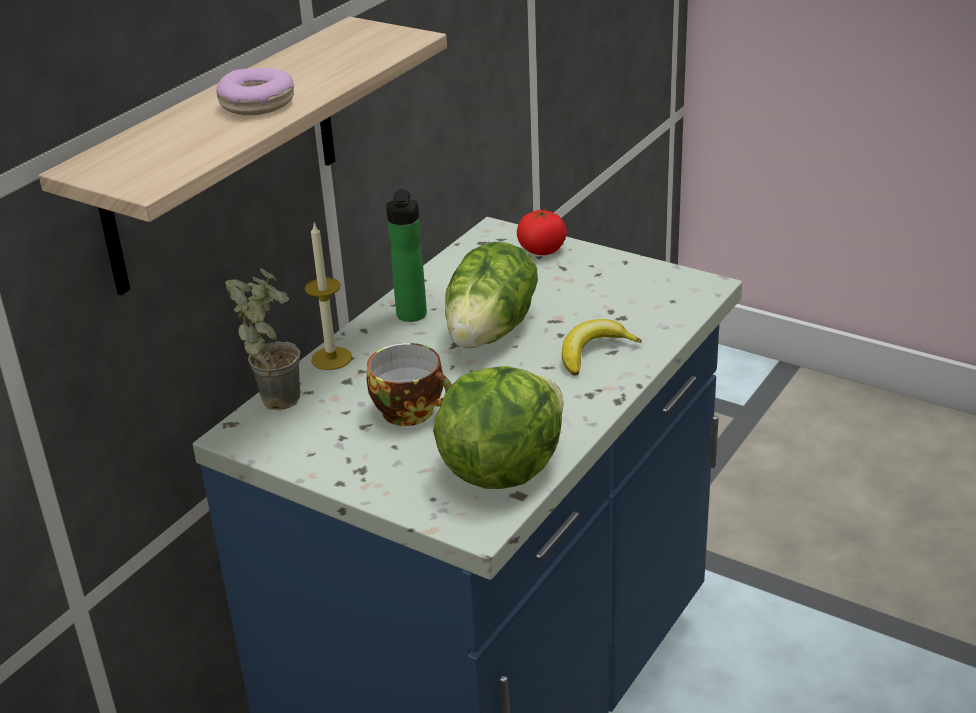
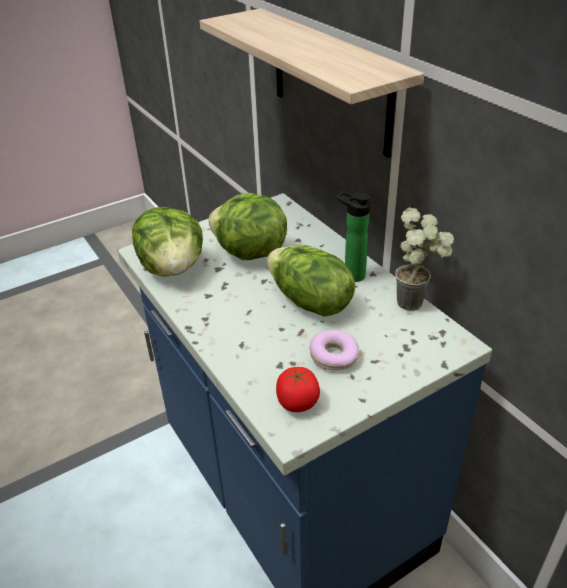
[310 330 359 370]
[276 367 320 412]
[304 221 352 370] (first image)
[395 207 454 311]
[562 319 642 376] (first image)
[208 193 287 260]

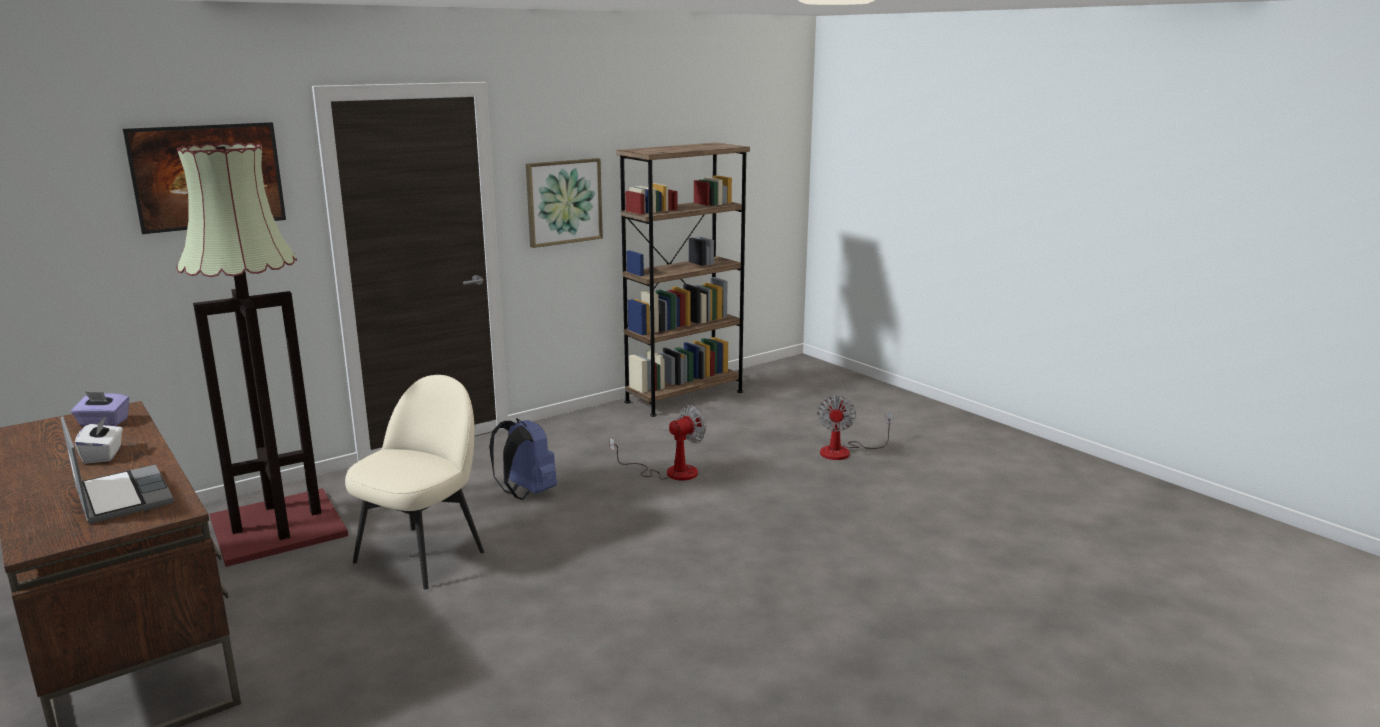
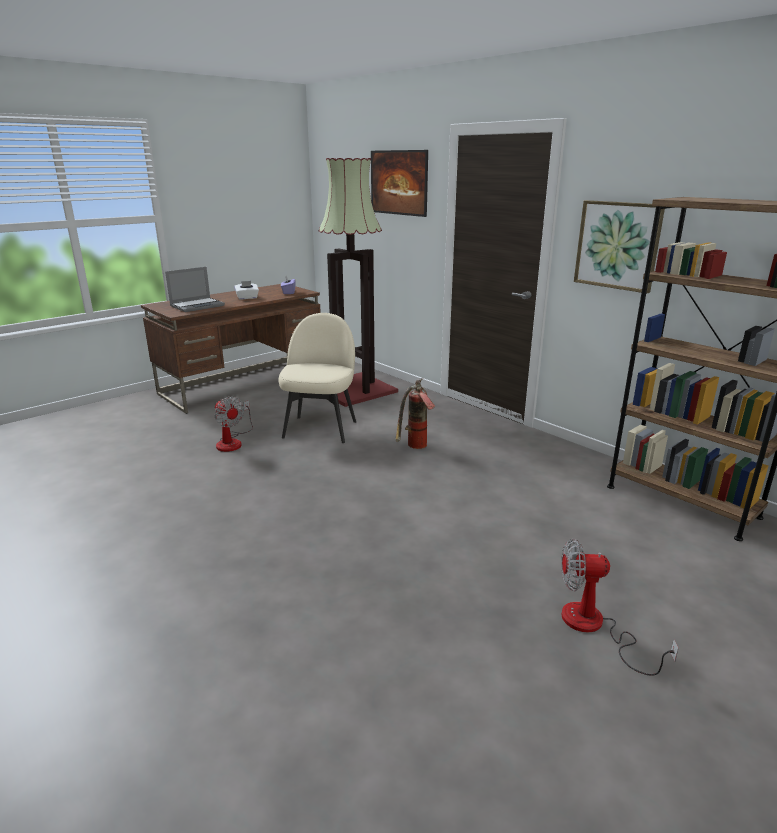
[278 313 356 443]
[215 397 253 452]
[396 378 435 449]

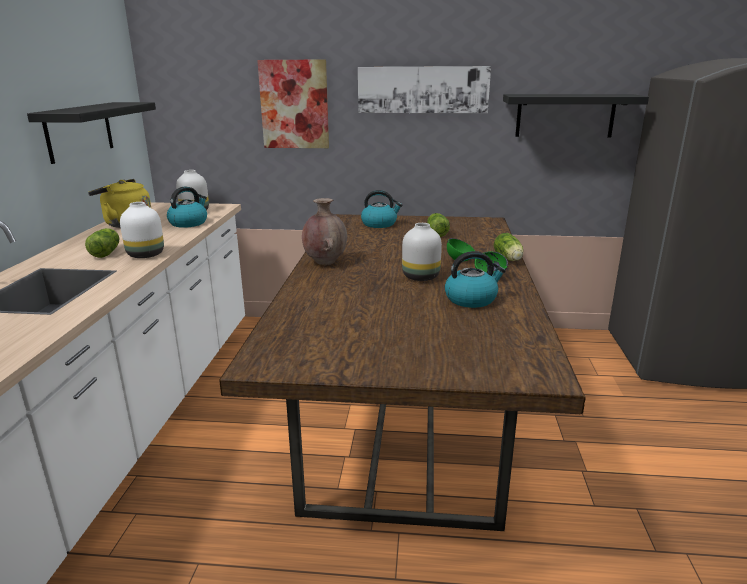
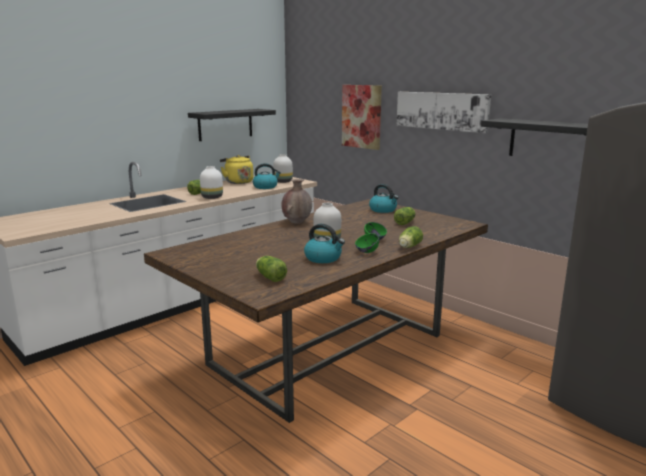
[256 256 287 282]

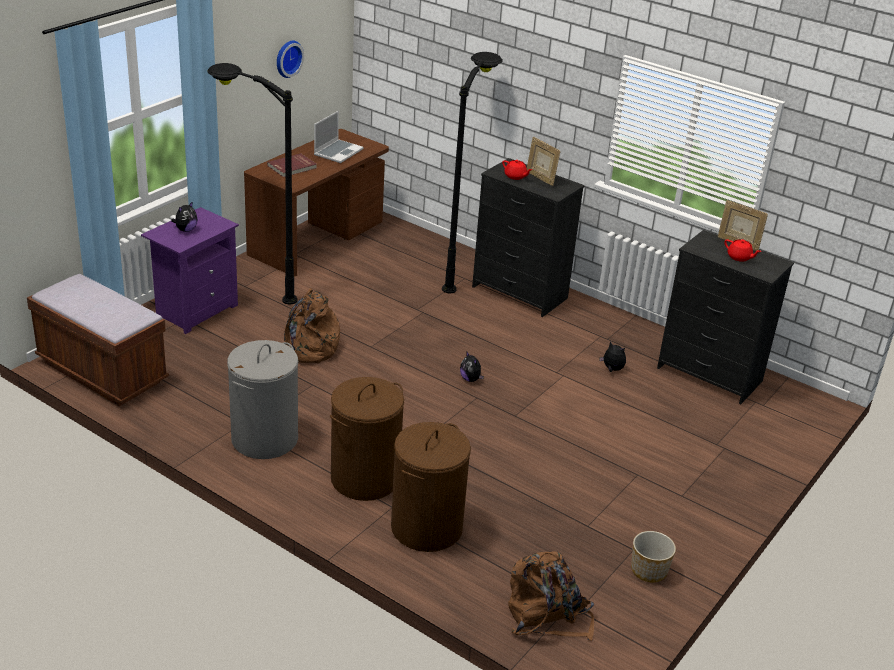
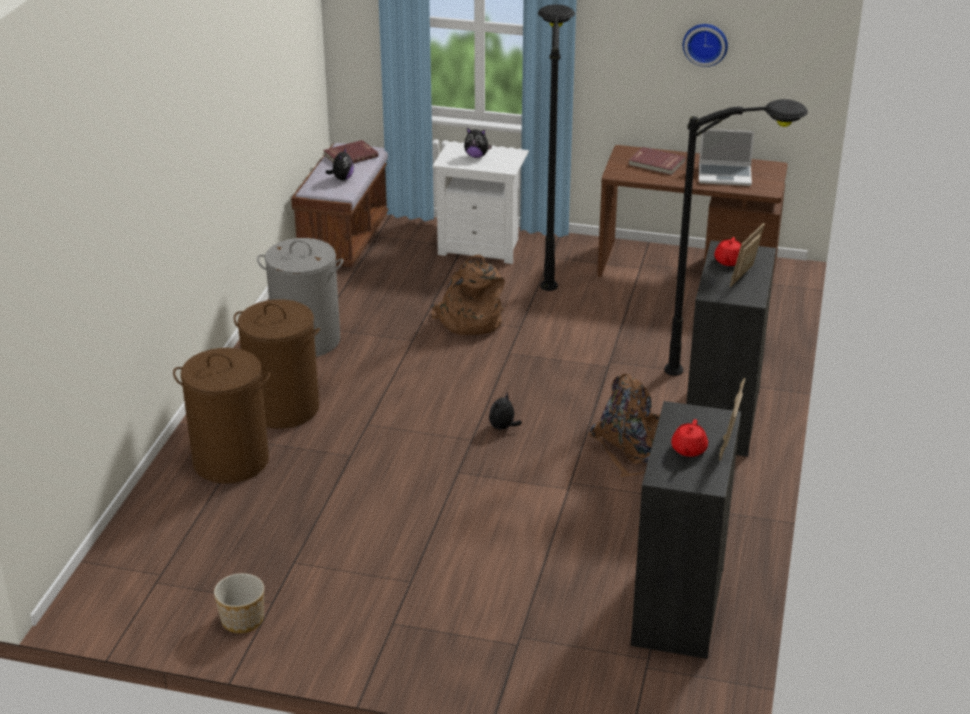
[432 142 529 264]
[326 148 354 181]
[589 374 660 477]
[323 140 378 163]

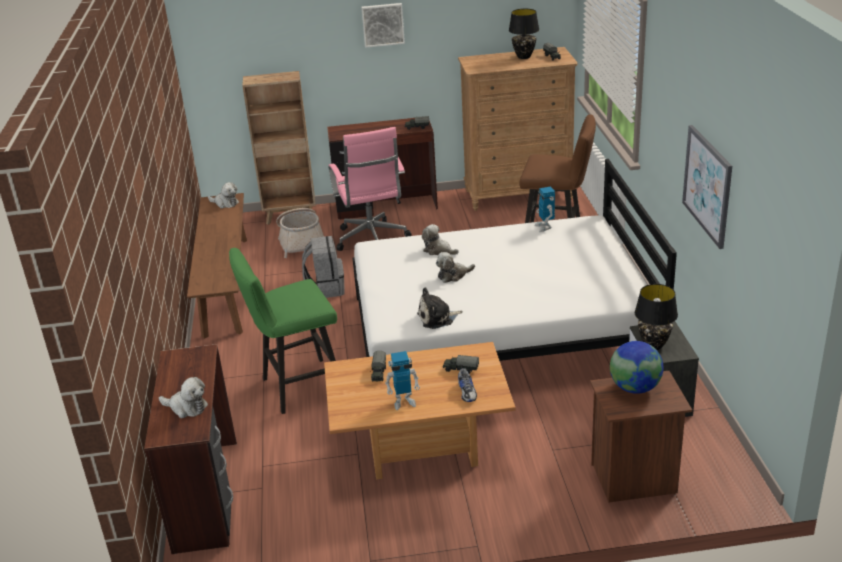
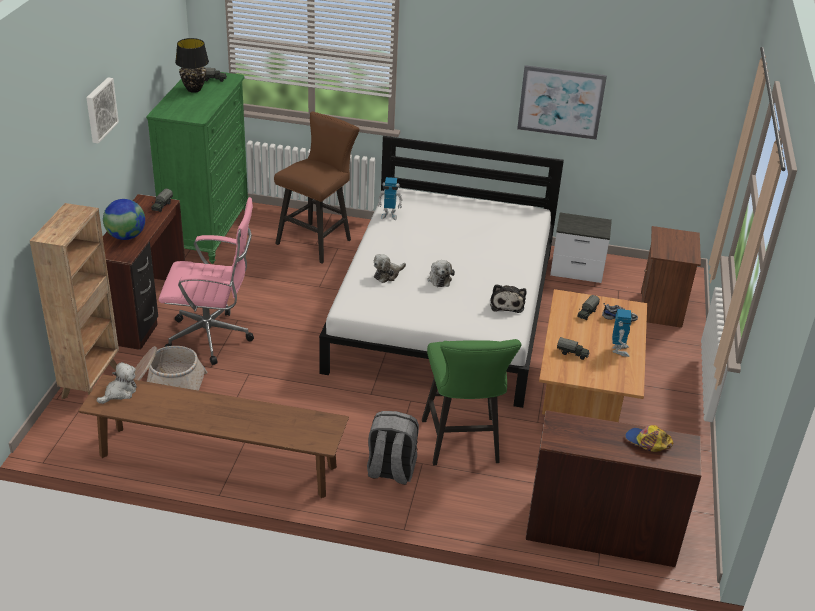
[146 72 248 264]
[367 411 419 485]
[635 284 678 350] (first image)
[103 199 145 240]
[625 425 673 452]

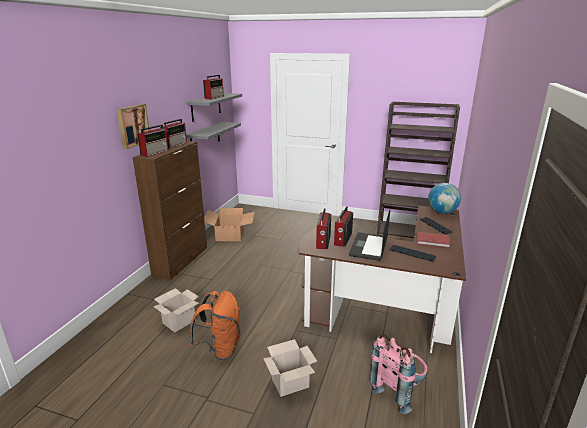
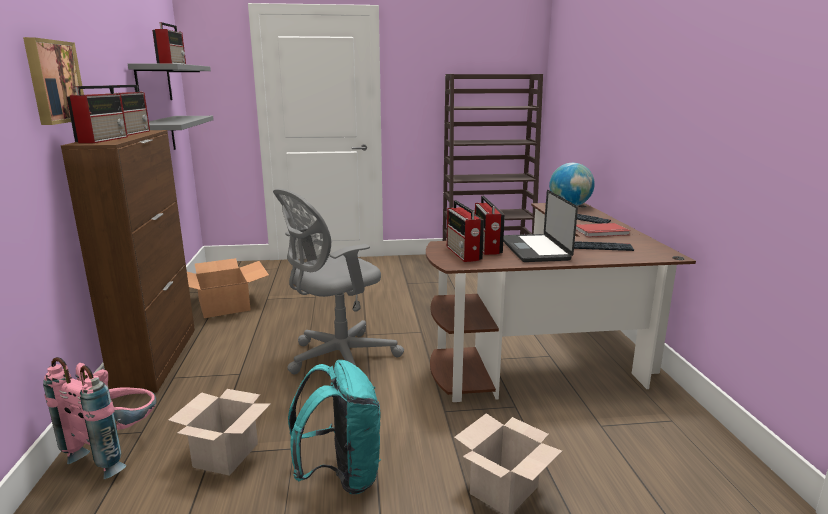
[288 360 381 495]
[43 357 157 480]
[273 188 404 374]

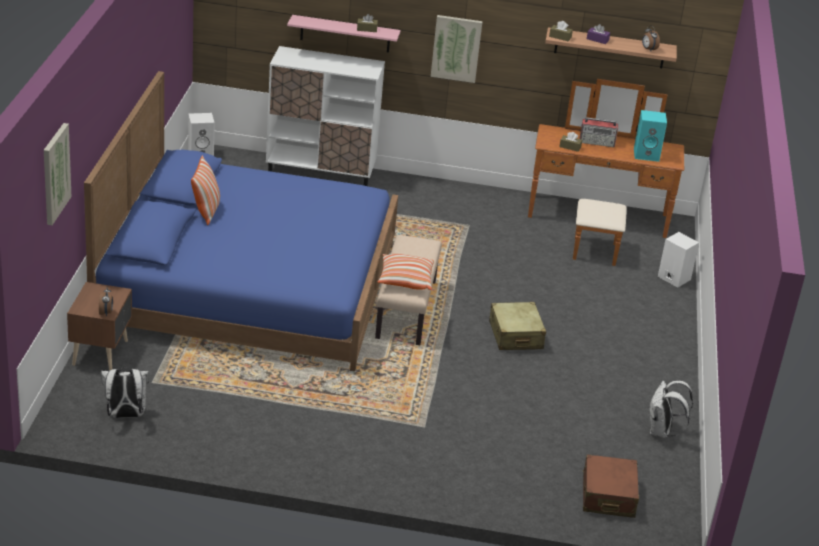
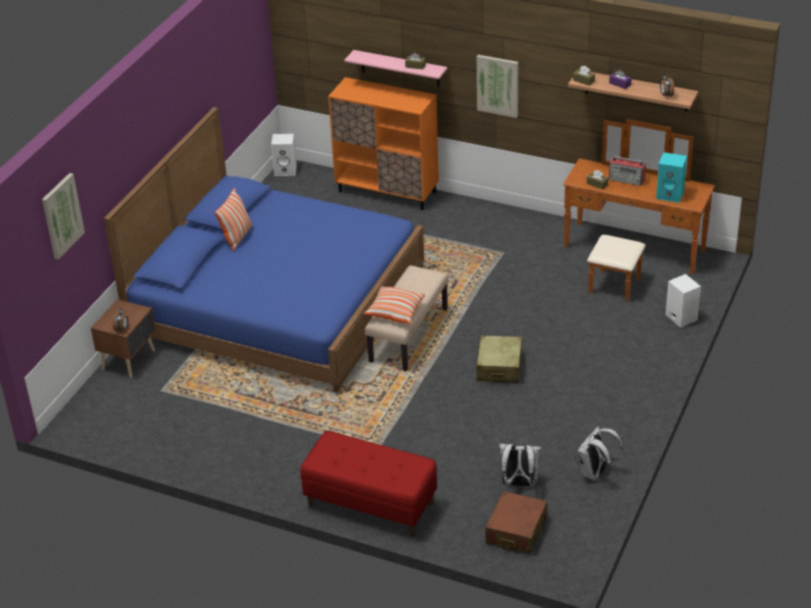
[328 77 439 210]
[499 442 542 486]
[300 431 437 537]

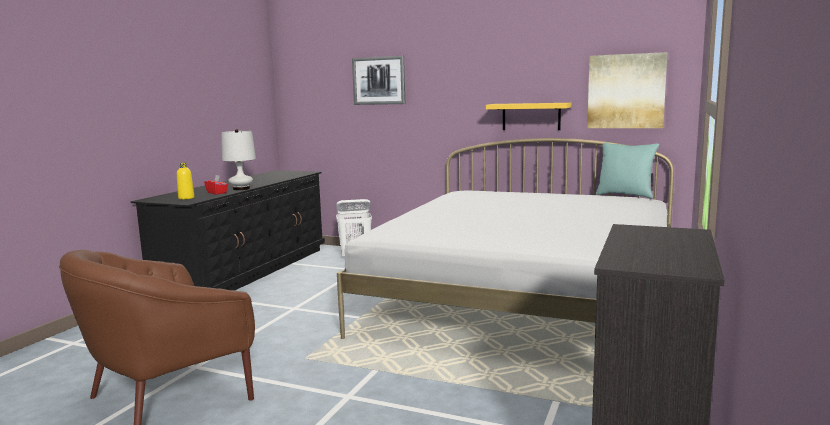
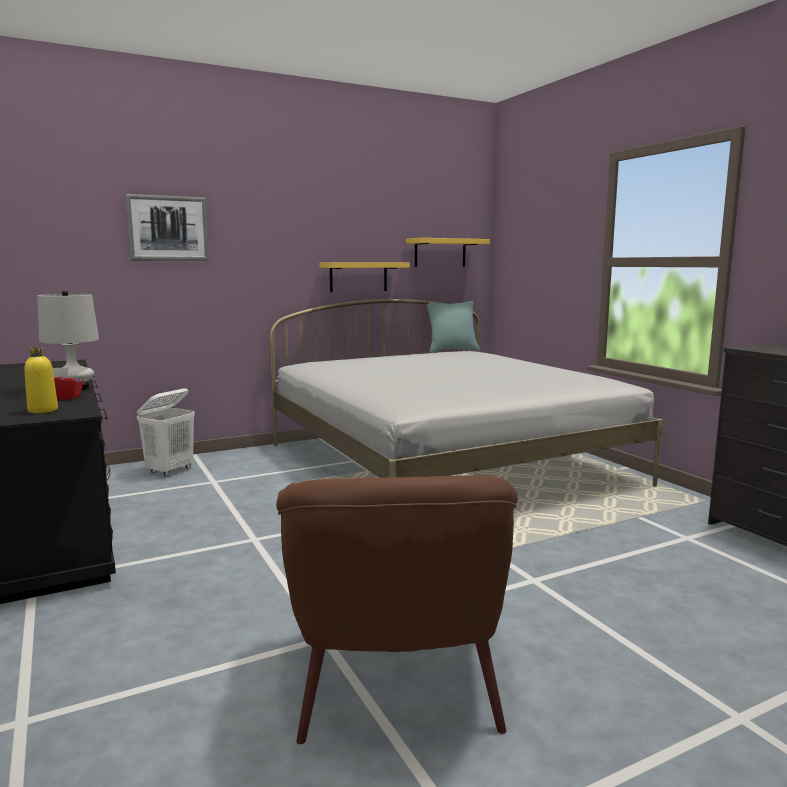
[406 238 490 267]

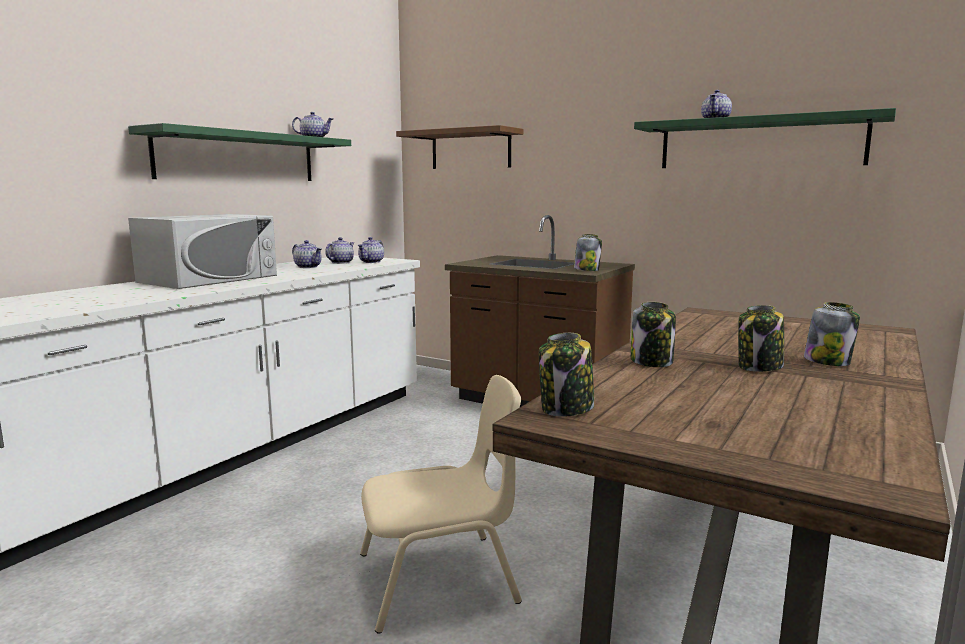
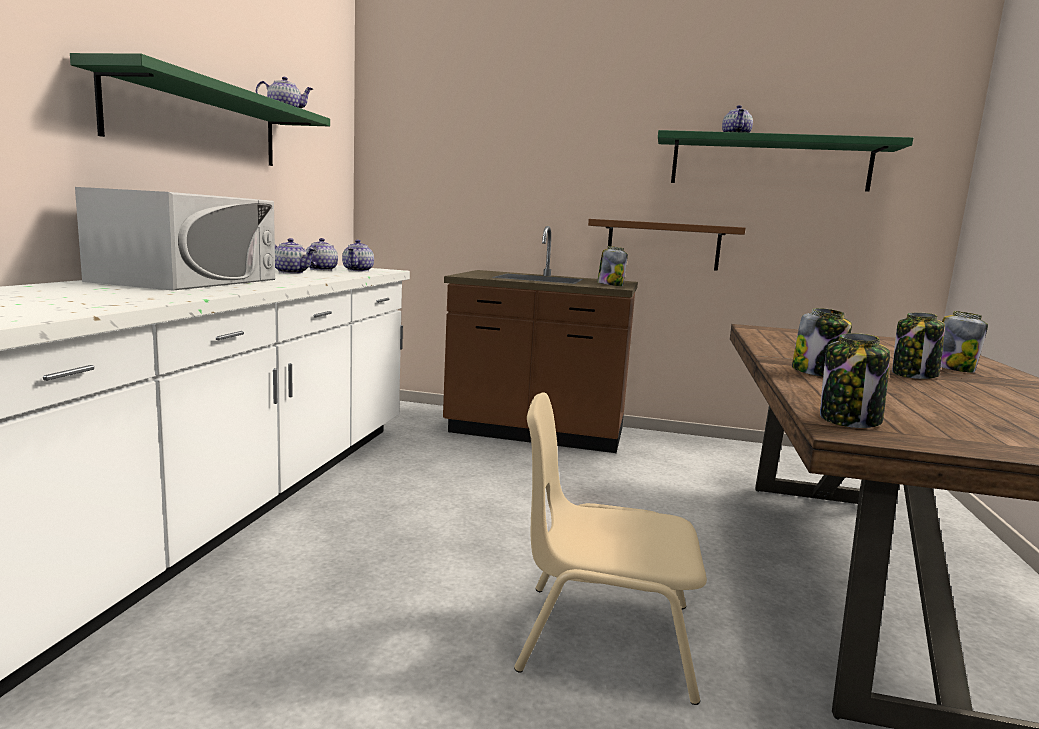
[588 219 745 271]
[514 392 707 705]

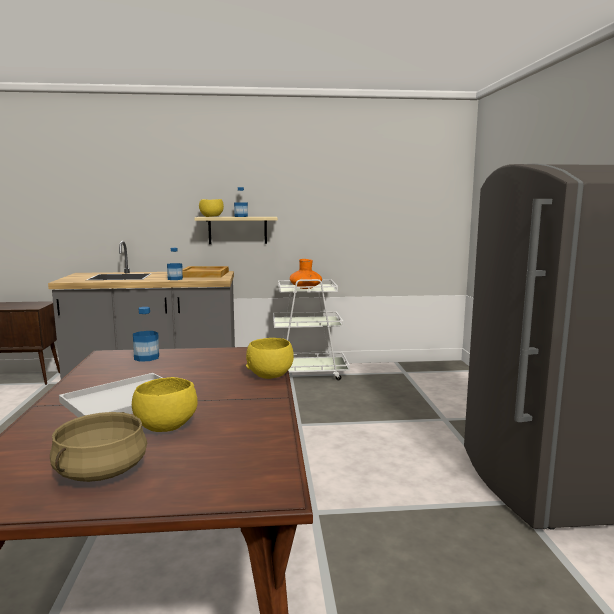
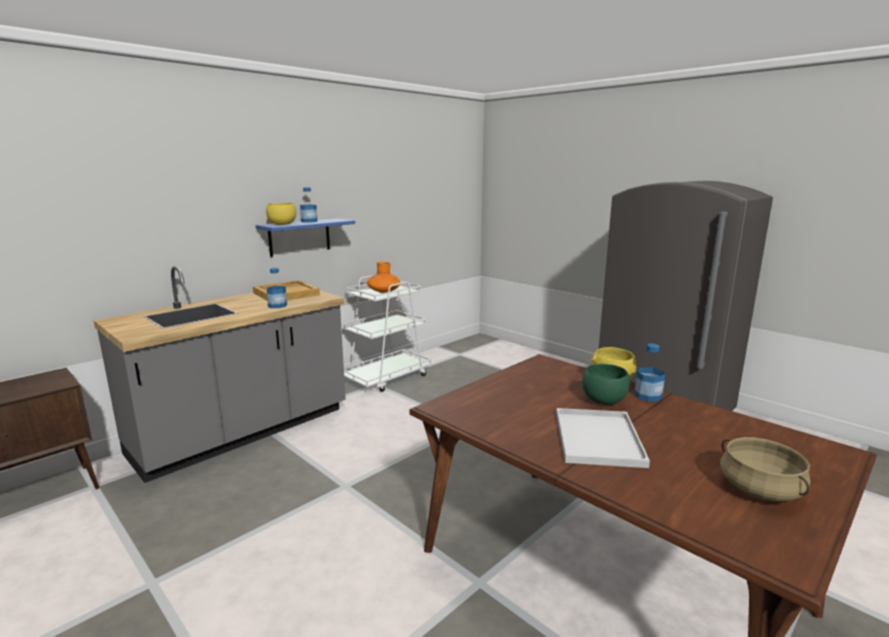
[255 218 355 257]
[634 344 665 402]
[132 377 198 432] (first image)
[582 364 630 405]

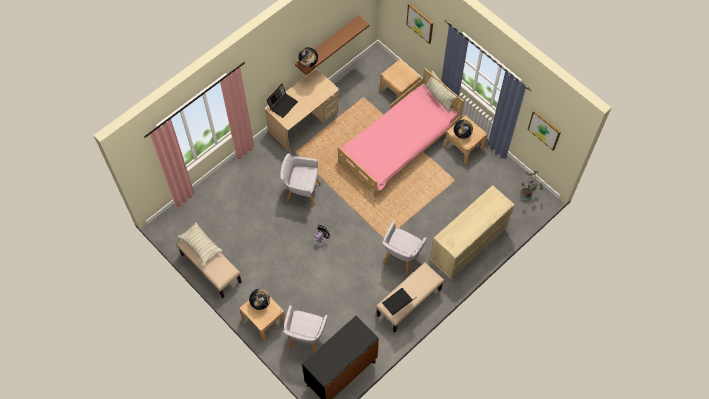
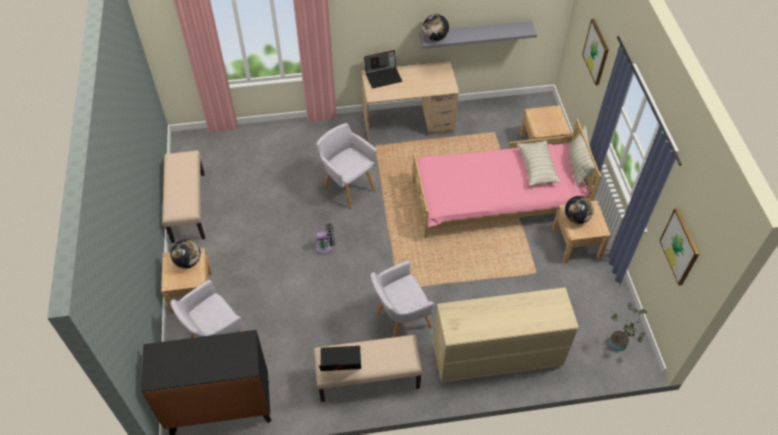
[419 21 537 49]
[517 141 561 186]

